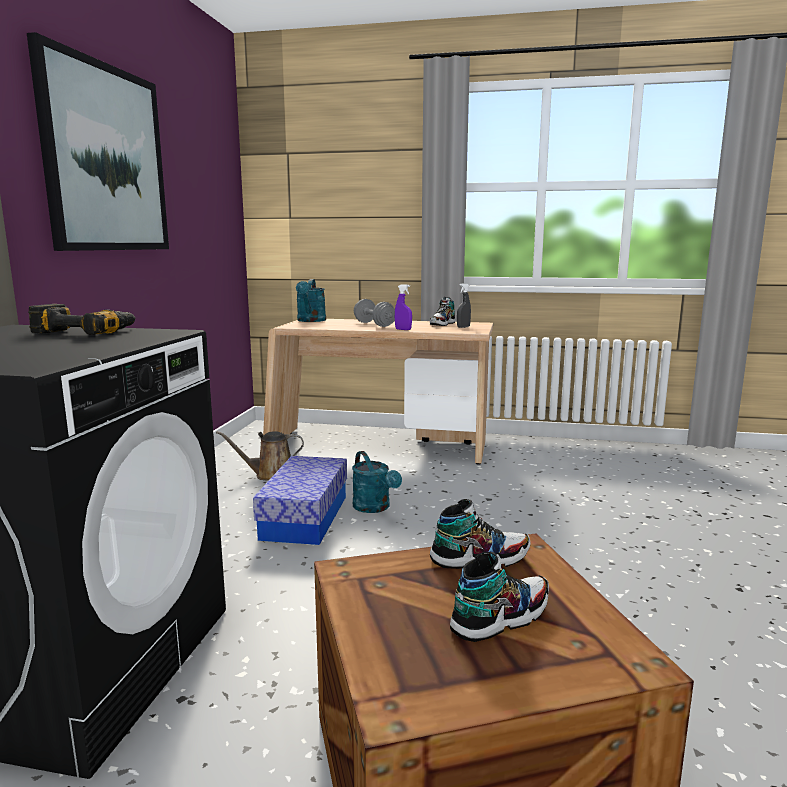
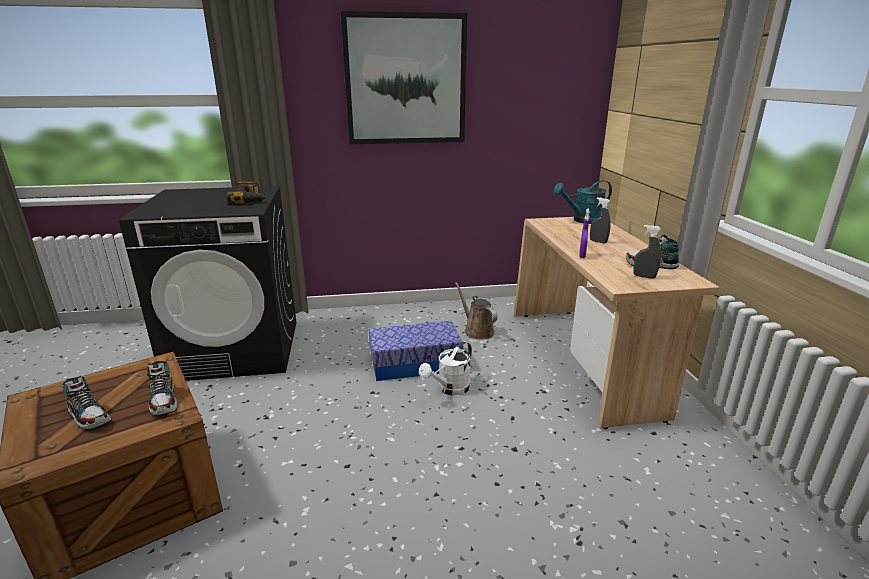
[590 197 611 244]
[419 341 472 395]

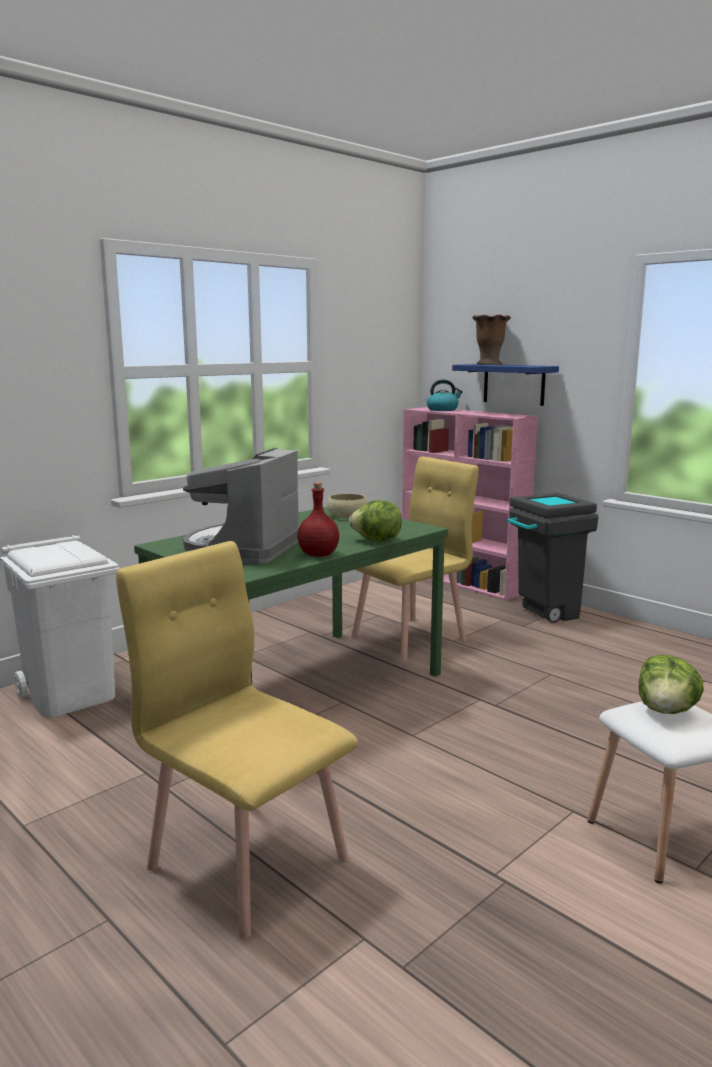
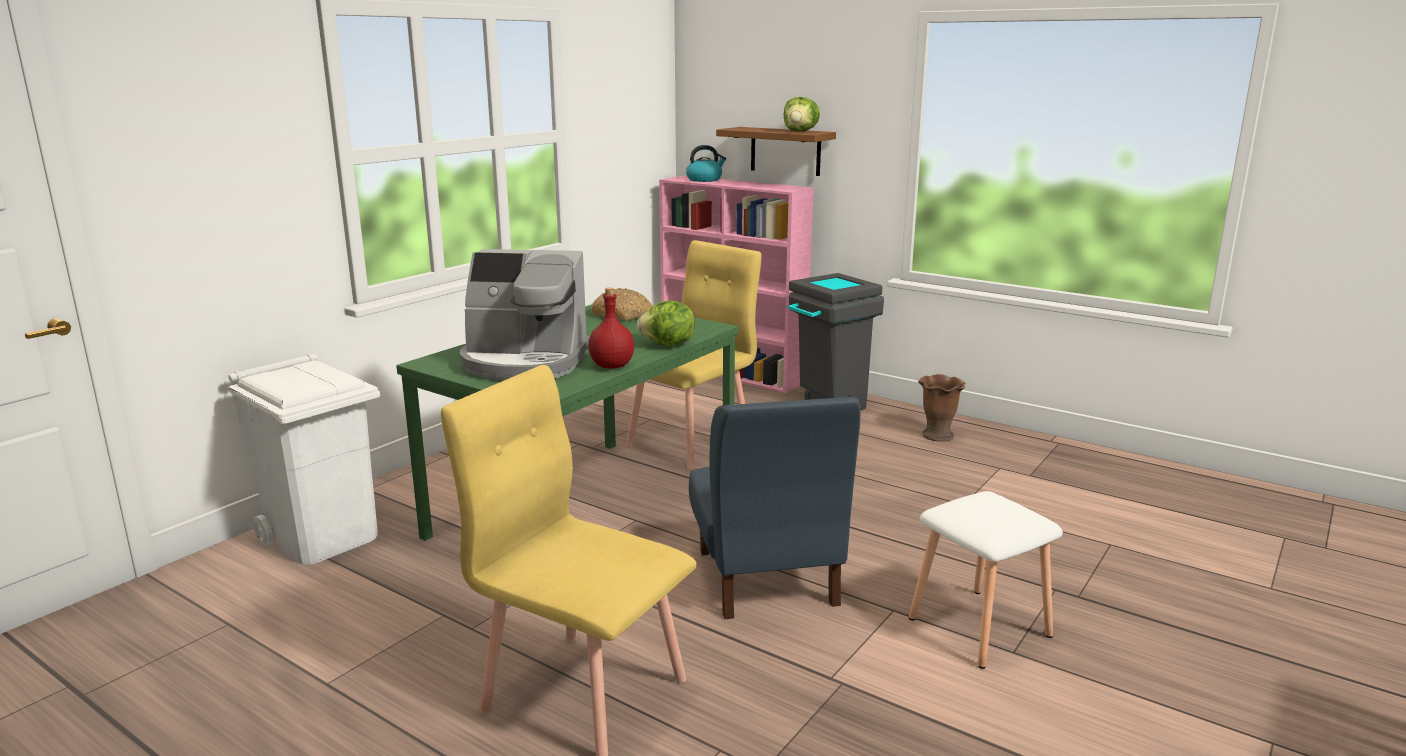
[918 374 966 442]
[716 127 836 176]
[460 249 590 381]
[591 288 652 321]
[784 97 820 132]
[689 397 861 619]

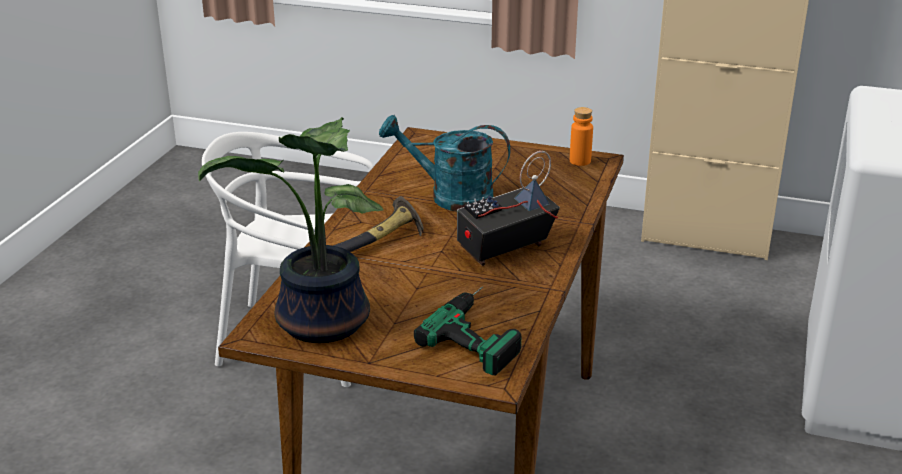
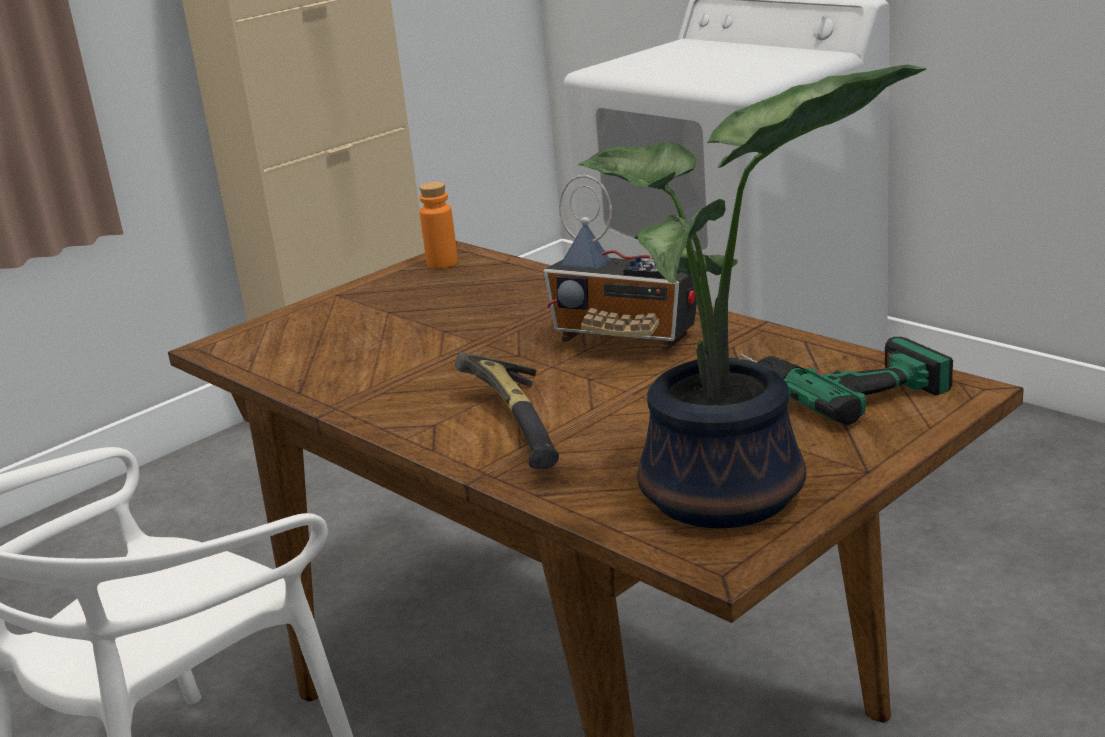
[379 115 510 211] (first image)
[543 175 700 351]

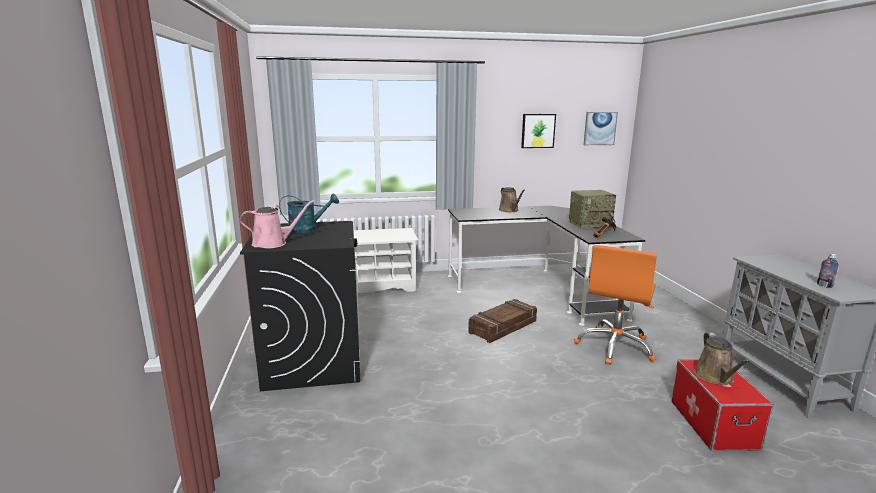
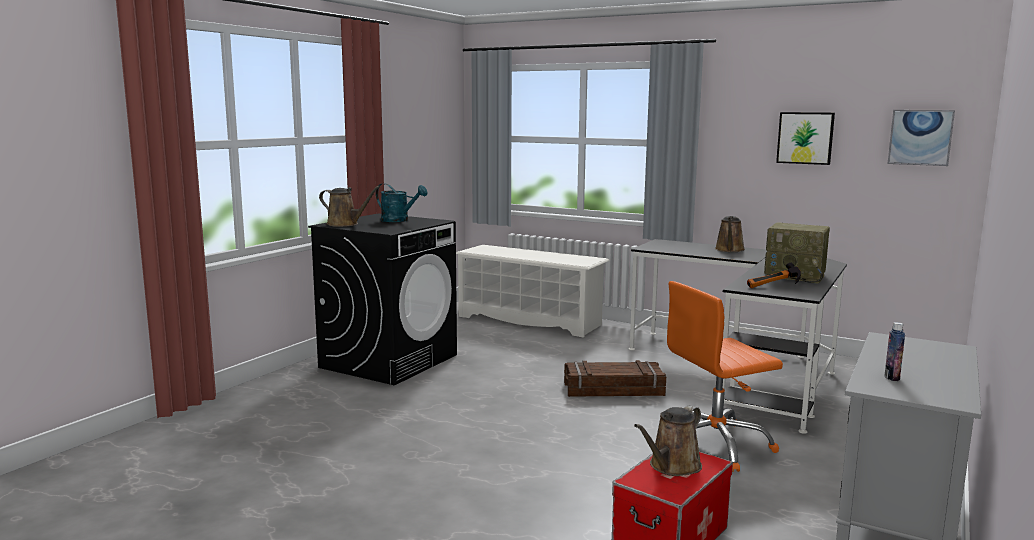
[319 185 381 227]

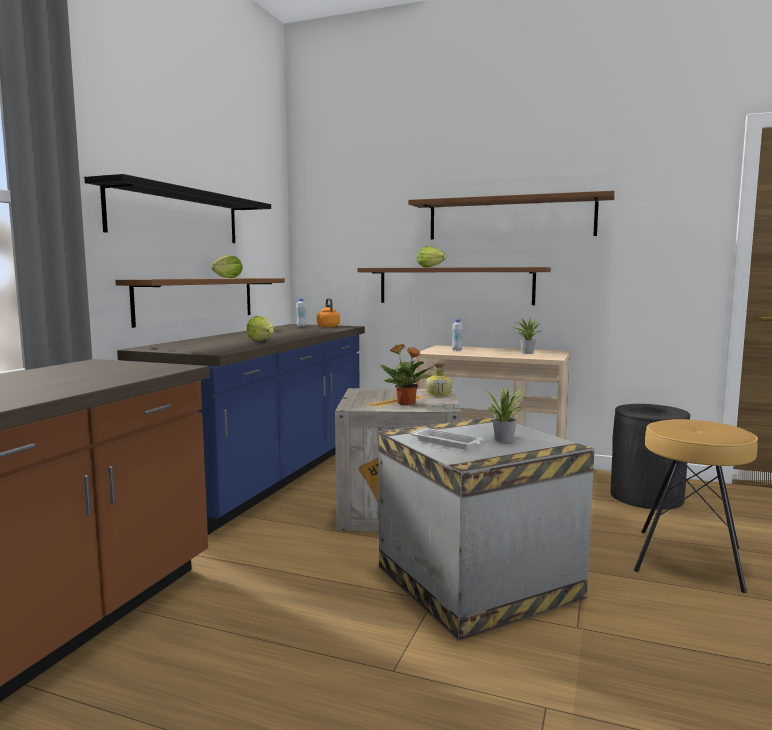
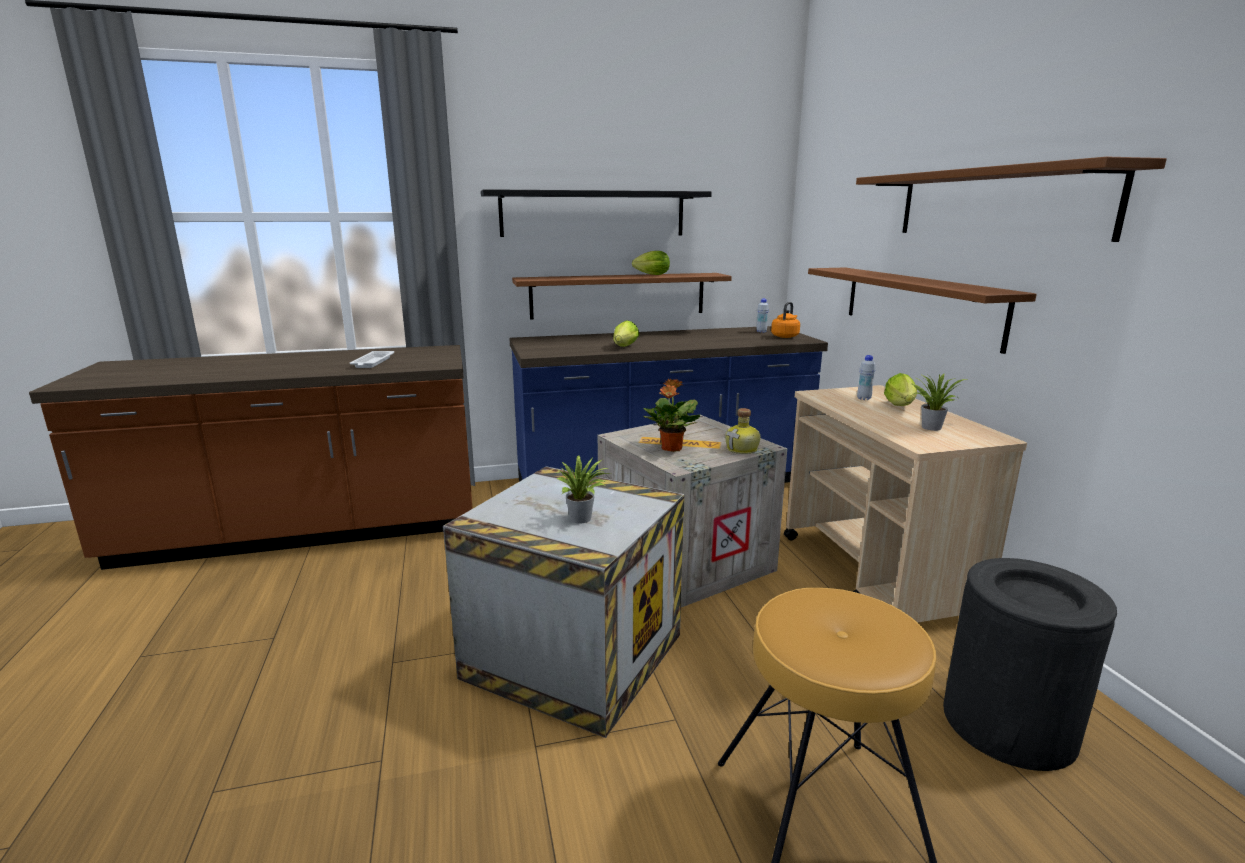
[884 373 917 406]
[350 351 394 368]

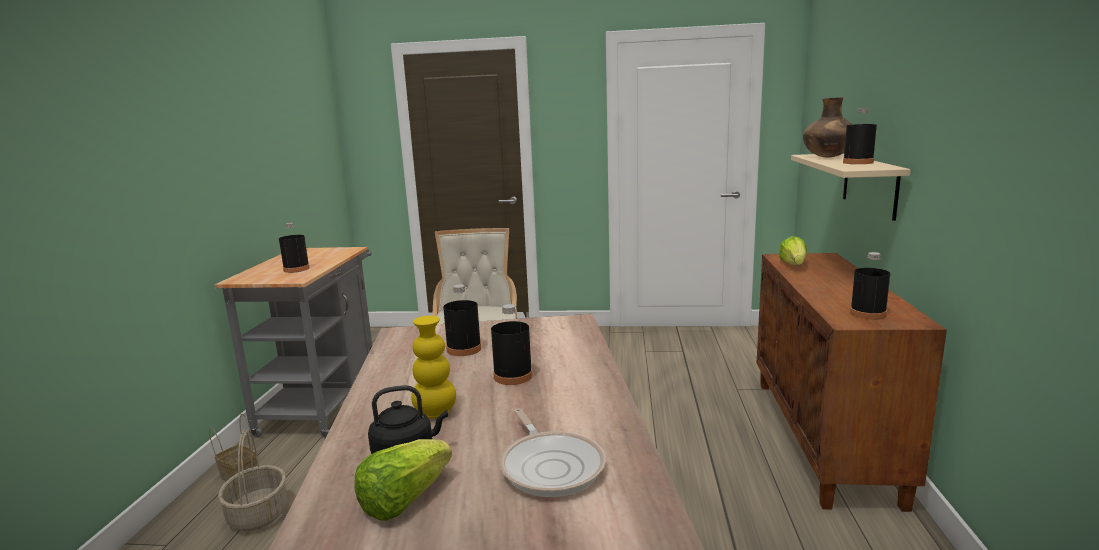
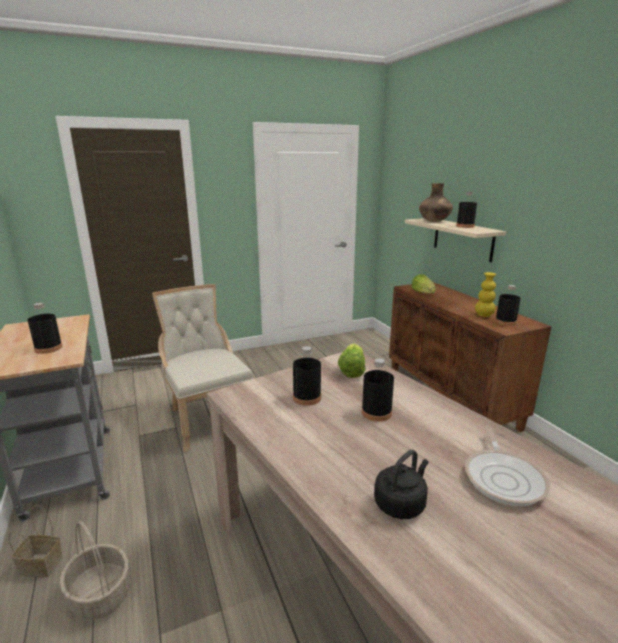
[475 272 496 317]
[465 426 550 506]
[338 343 366 378]

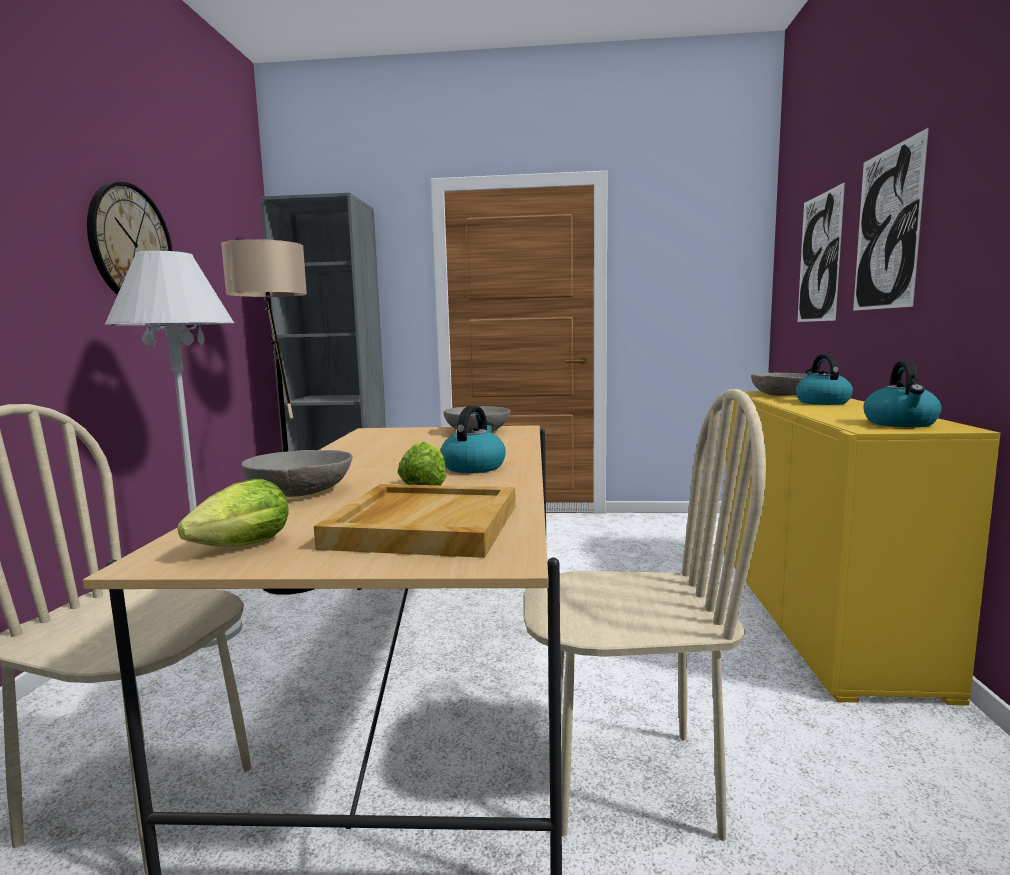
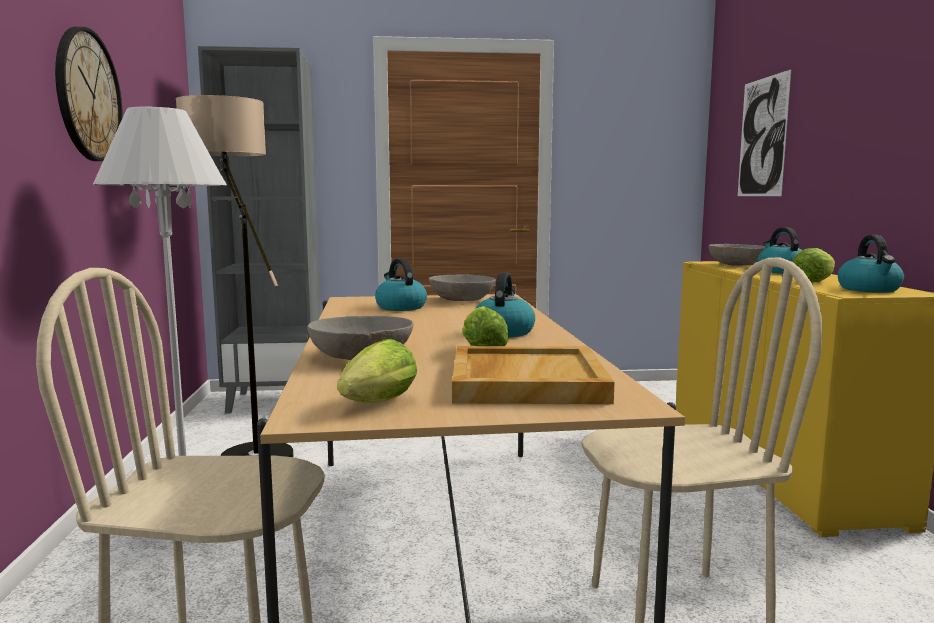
[853 128 929 311] (first image)
[792 248 835 283]
[375 258 427 311]

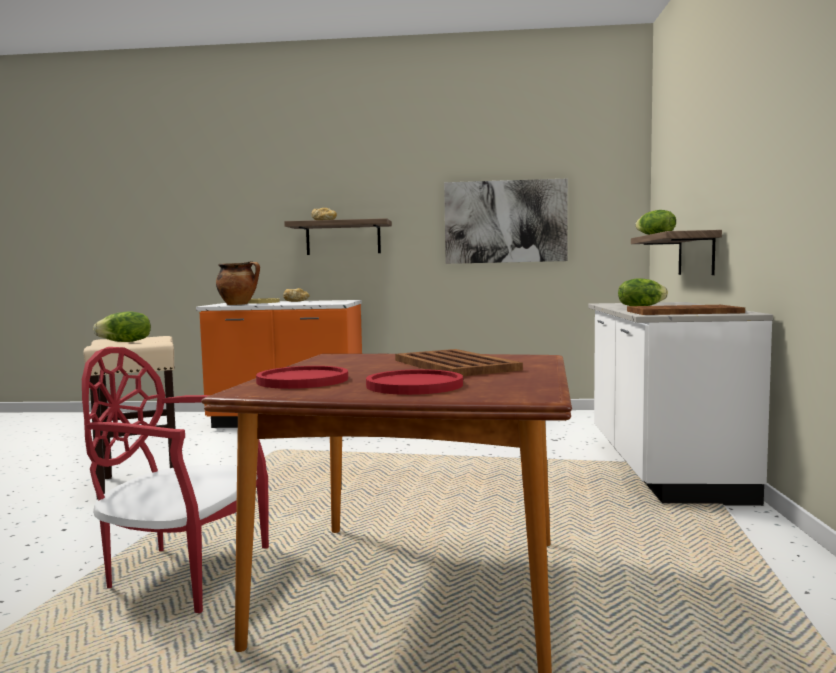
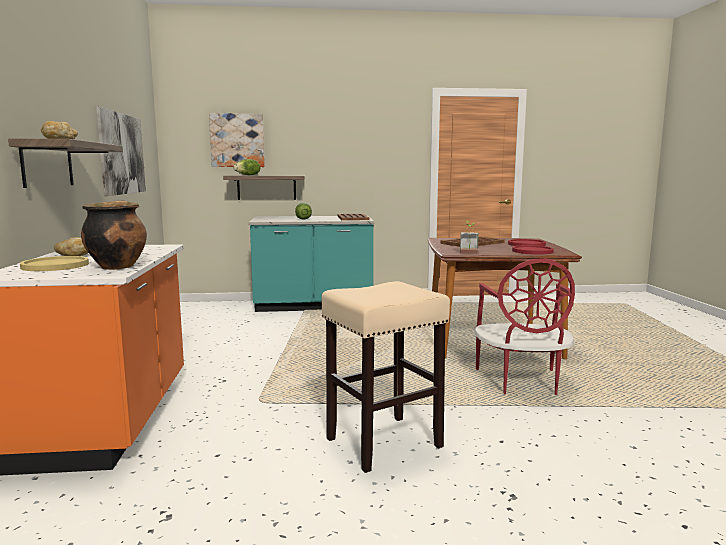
[249 216 375 312]
[93 312 151 342] (first image)
[209 113 265 167]
[460 221 479 254]

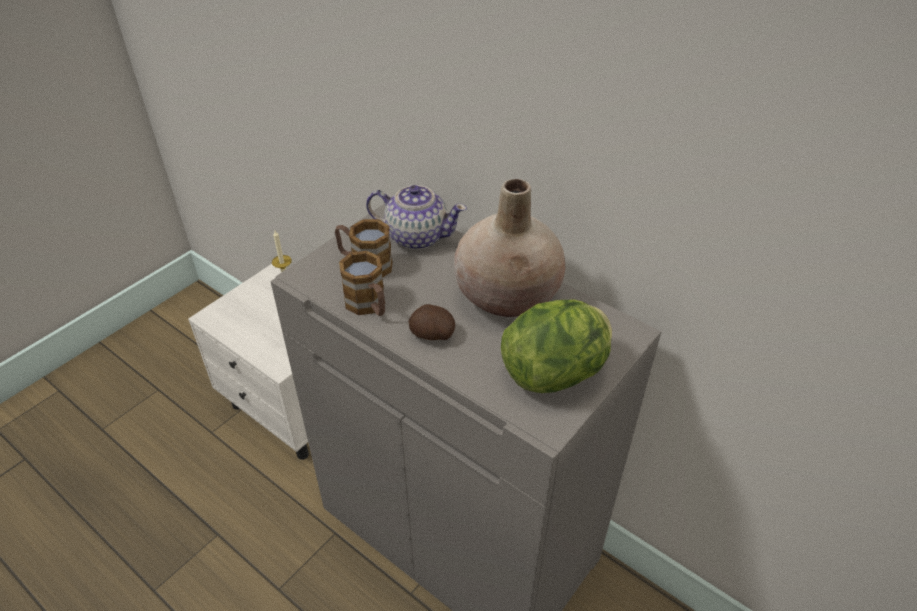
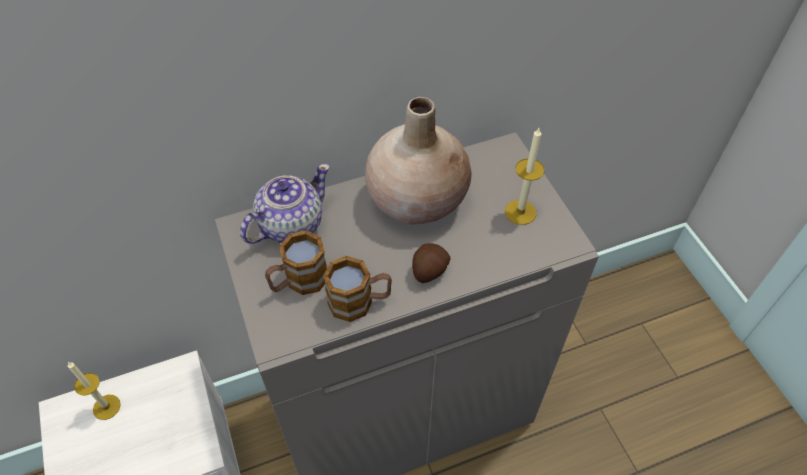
[505 128 544 225]

